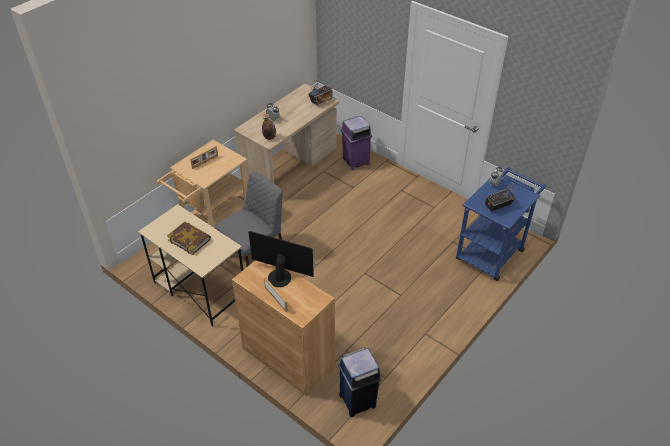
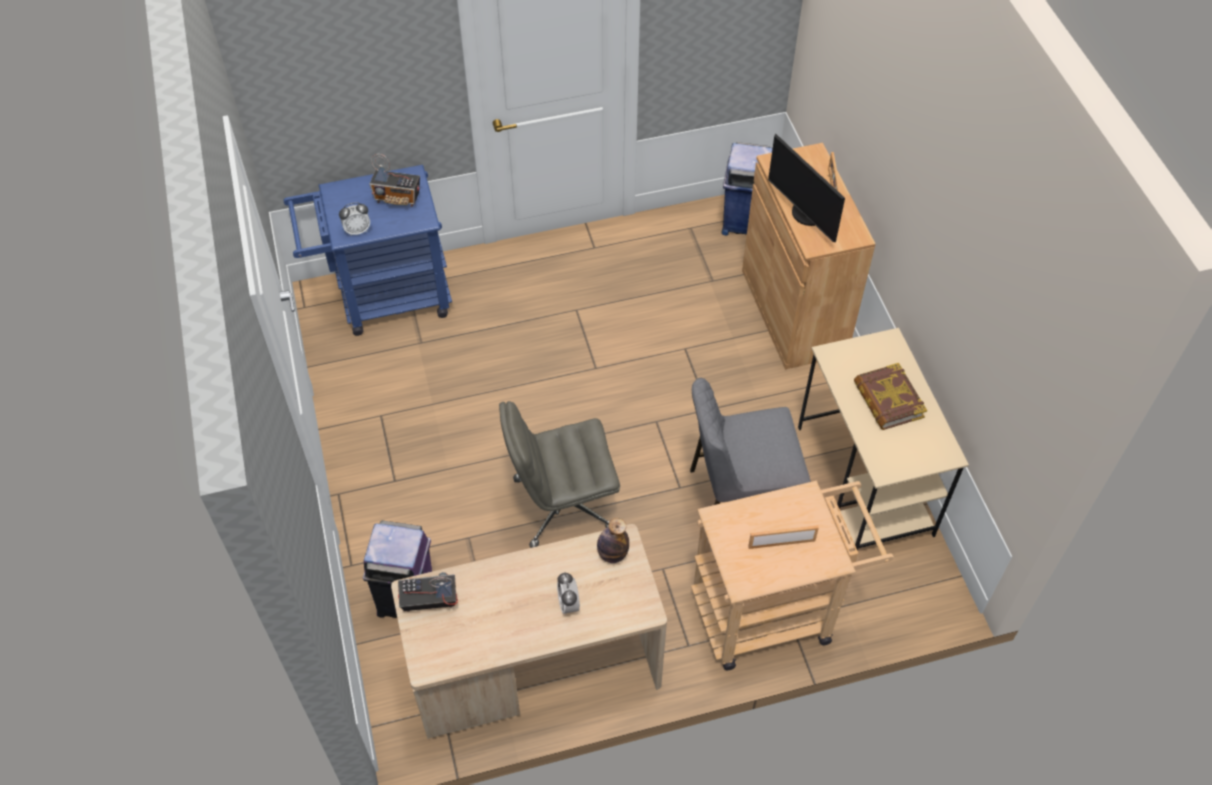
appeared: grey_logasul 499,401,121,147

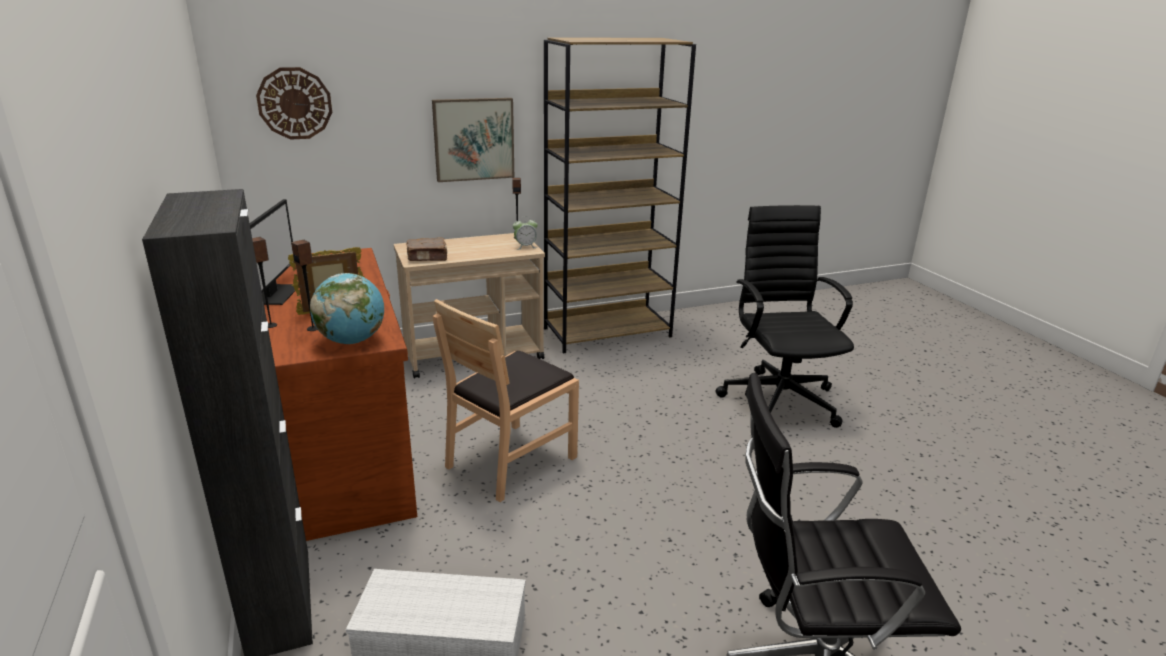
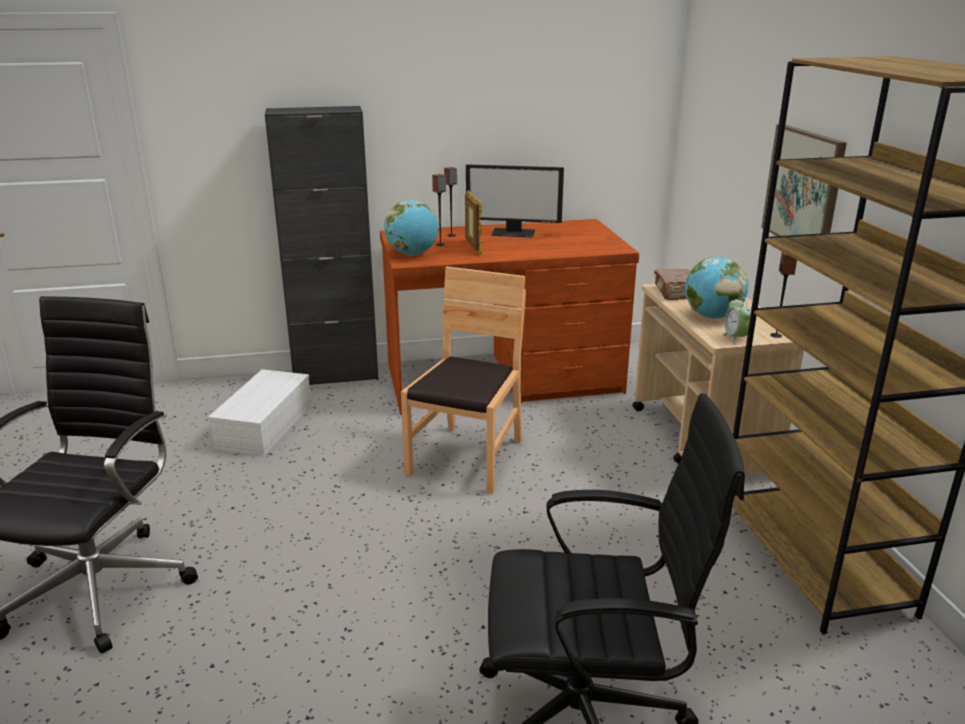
missing: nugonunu 256,67,76,73
appeared: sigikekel 685,257,63,62
spun: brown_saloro 433,299,146,203 = 401,266,125,228 60 degrees clockwise

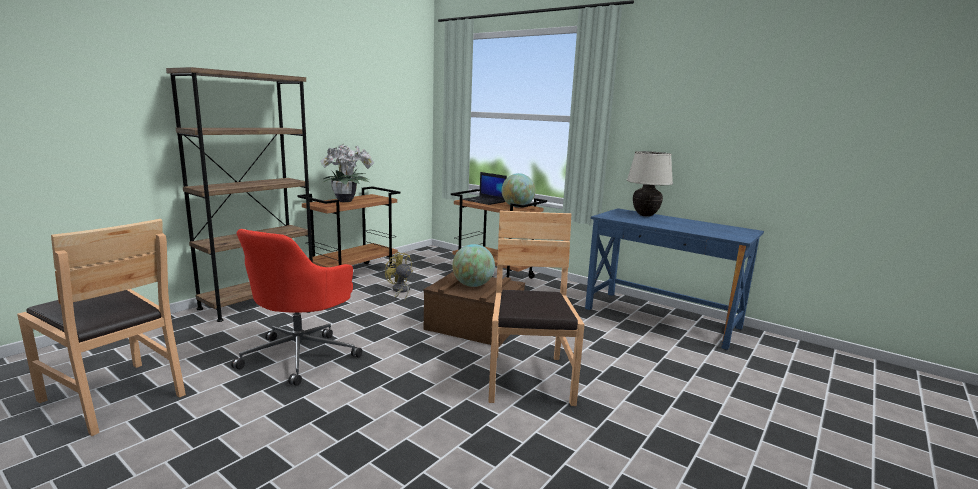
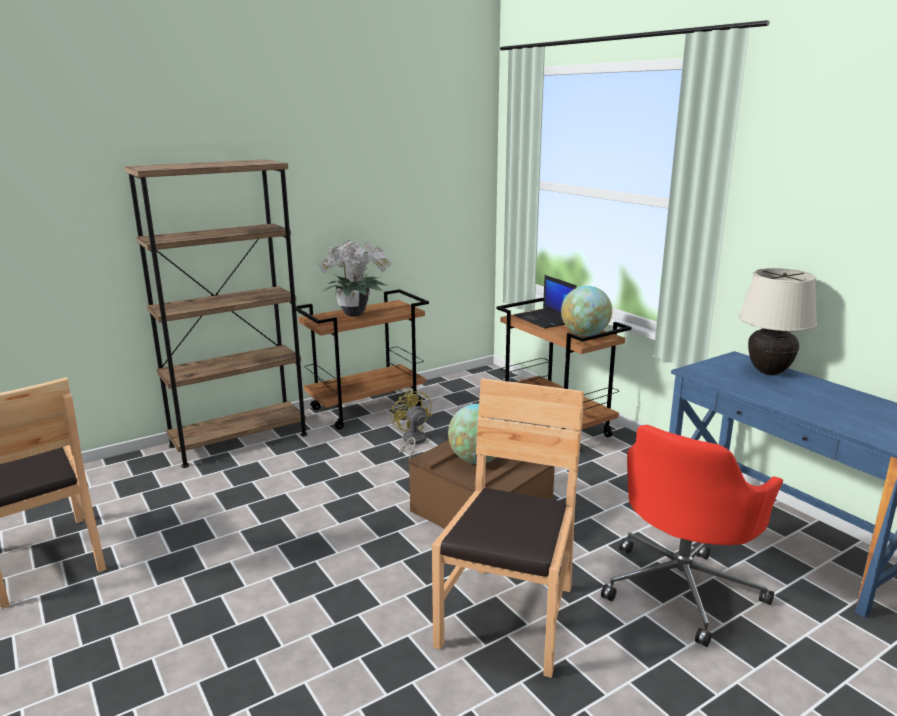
relocated: red_logasul 231,229,131,157 to 601,425,182,222

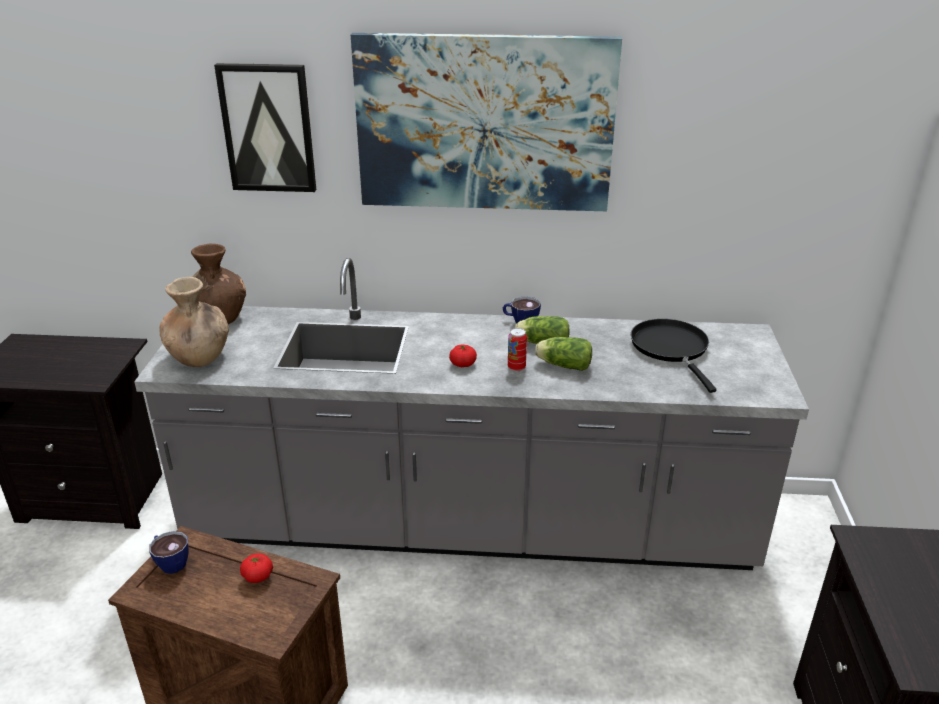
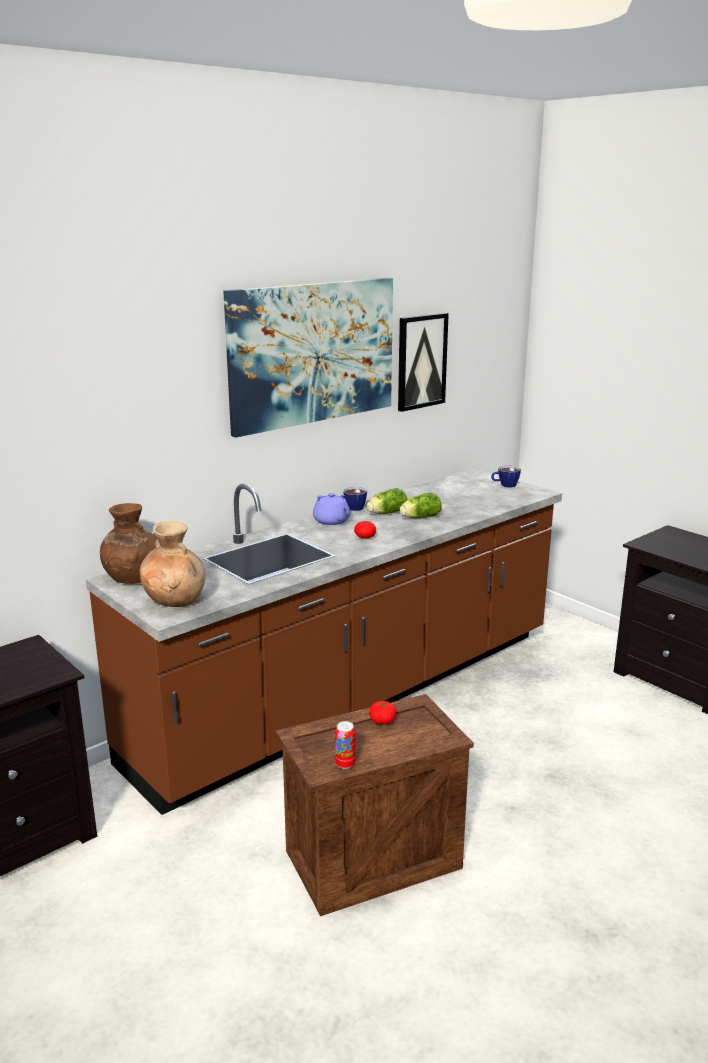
missing: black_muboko 631,319,86,74
appeared: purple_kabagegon 313,493,37,32
relocated: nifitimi 214,63,102,129 to 398,313,51,99; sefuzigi 508,328,19,43 to 335,721,20,48; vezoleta 149,531,39,43 to 491,466,30,22
colour: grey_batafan 134,258,675,312 to brown_batafan 86,468,476,347

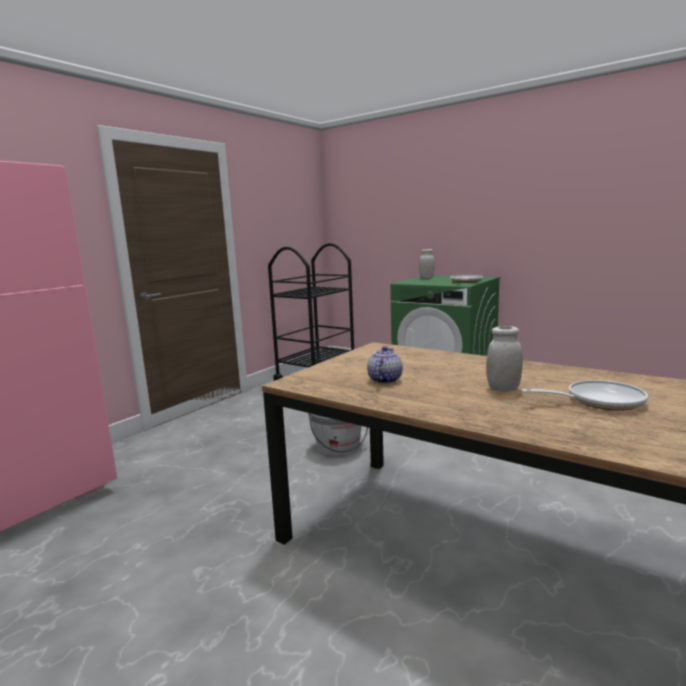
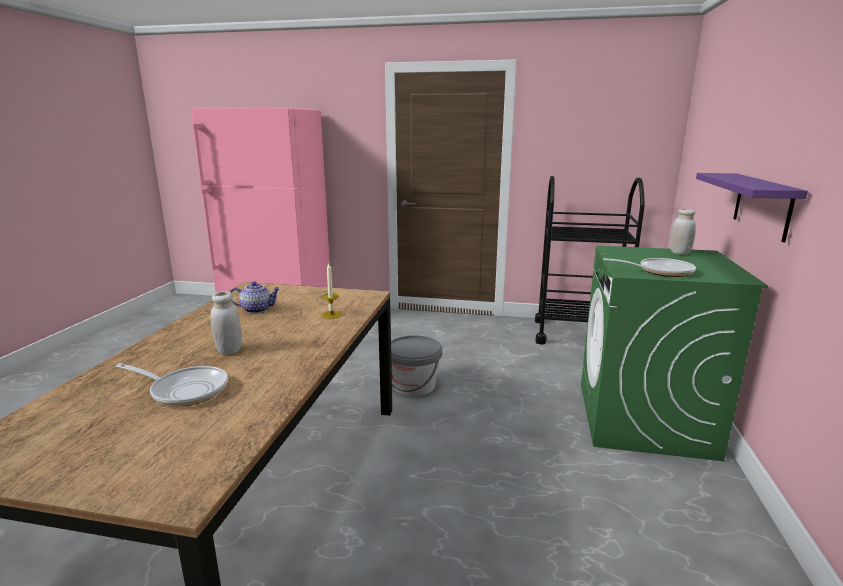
appeared: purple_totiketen 696,173,112,69; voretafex 321,262,21,57
spun: muboko 521,380,127,31 = 116,363,112,43 45 degrees counterclockwise

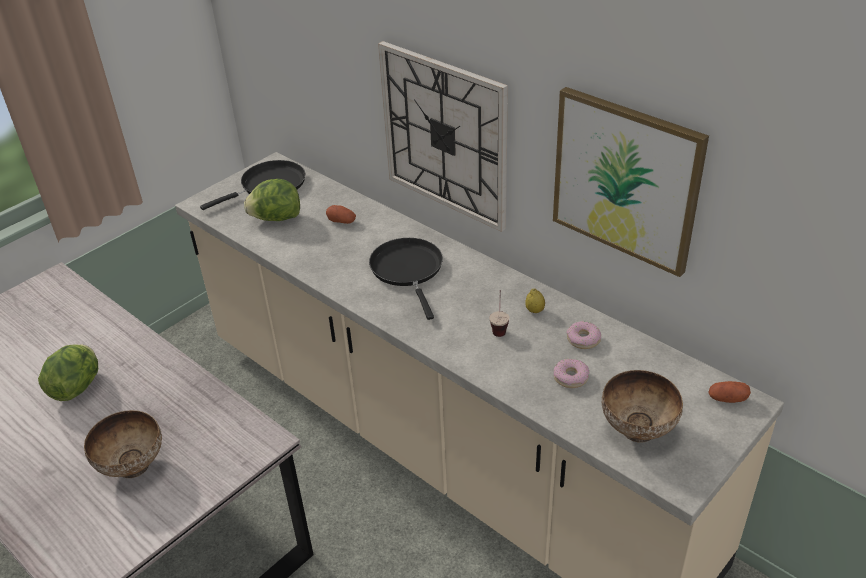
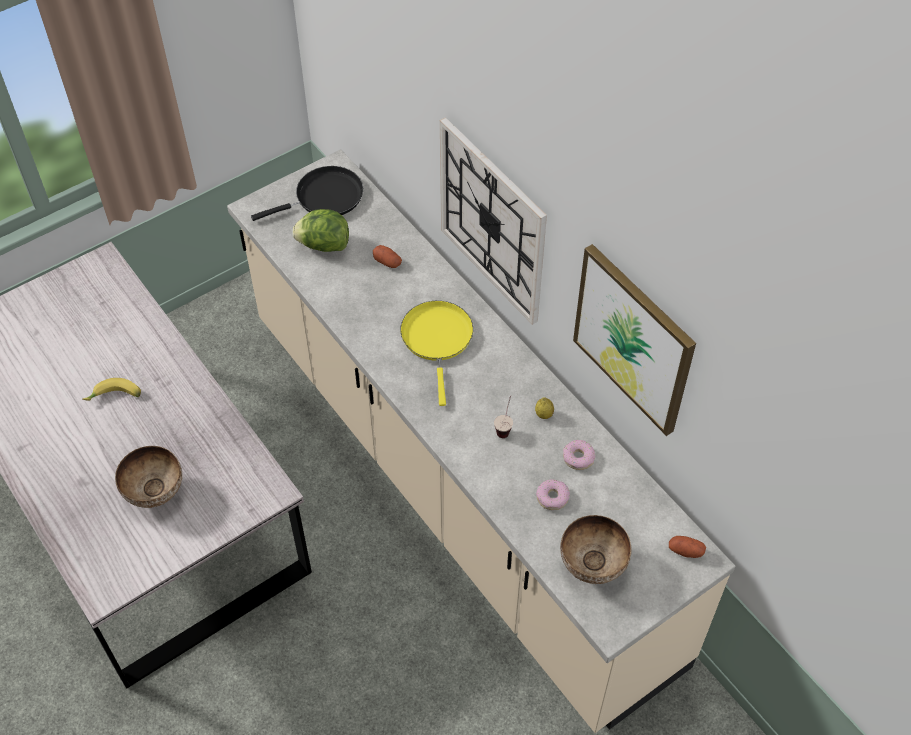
exchanged: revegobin 38,344,60,57 to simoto 83,378,58,23
colour: black_muboko 369,238,74,82 to yellow_muboko 400,301,73,105

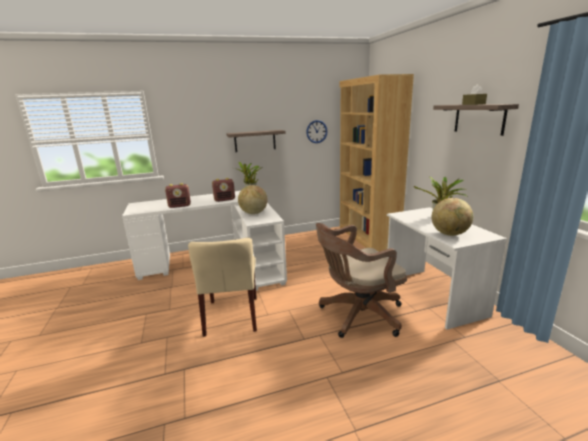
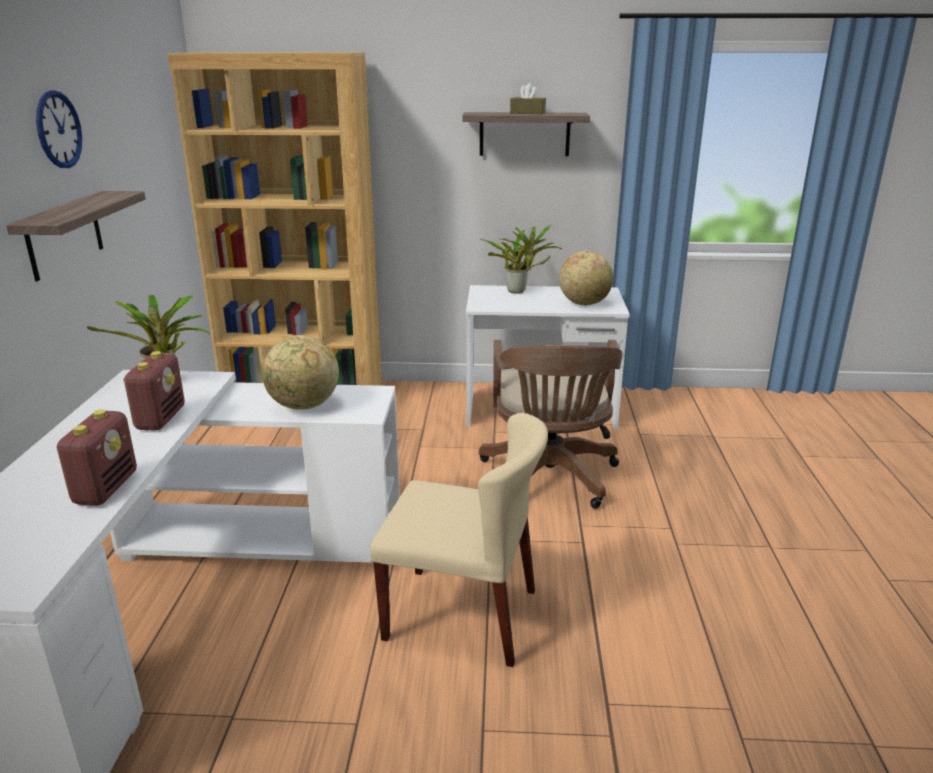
relocated: nugonunu 306,120,22,23 to 36,90,46,78

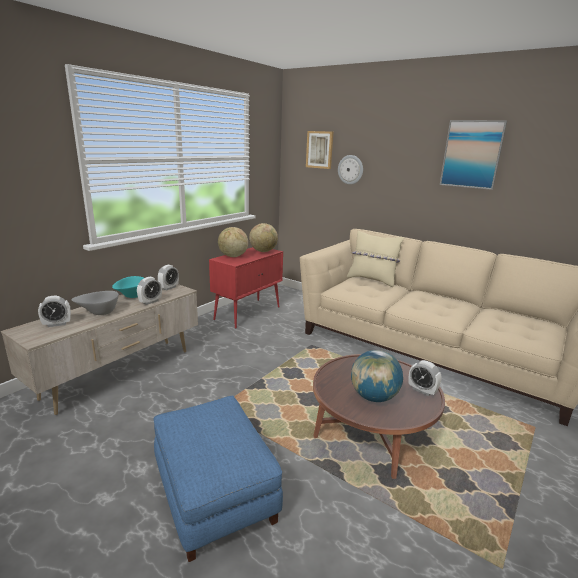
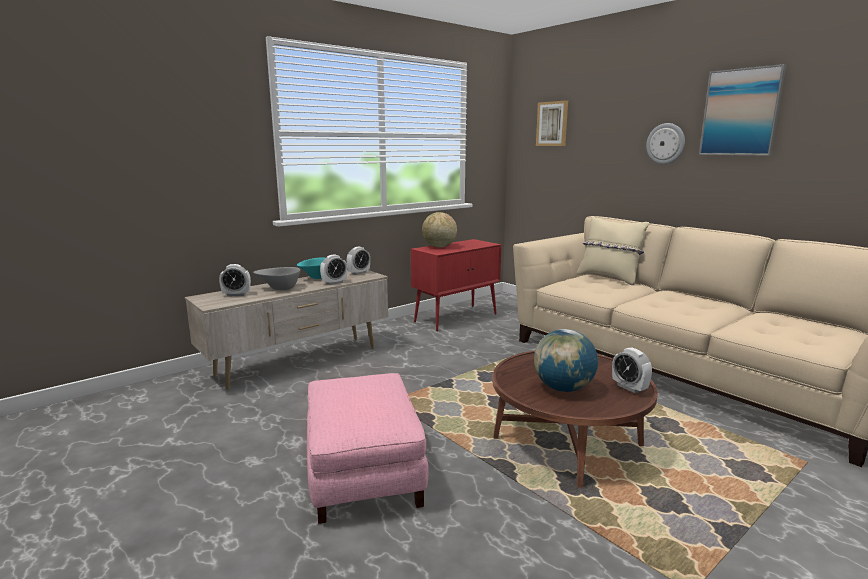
missing: sigikekel 249,223,29,29
relocated: nugonunu 338,155,25,30 to 646,123,39,41
colour: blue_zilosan 154,396,129,166 to pink_zilosan 307,373,122,151

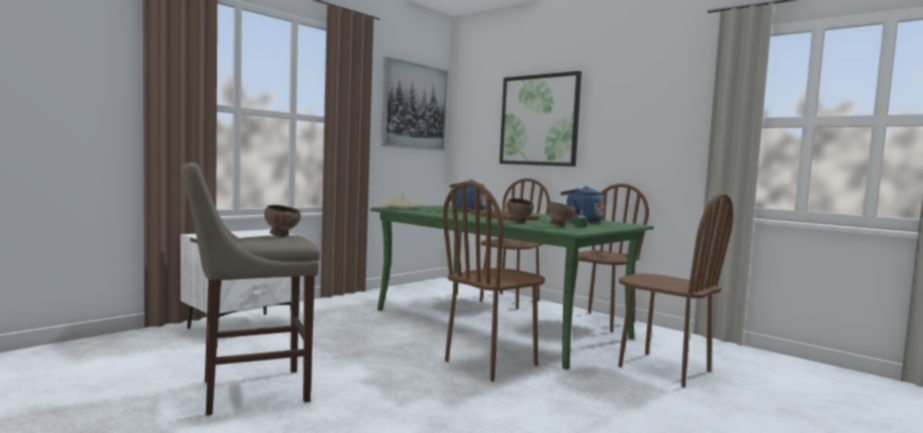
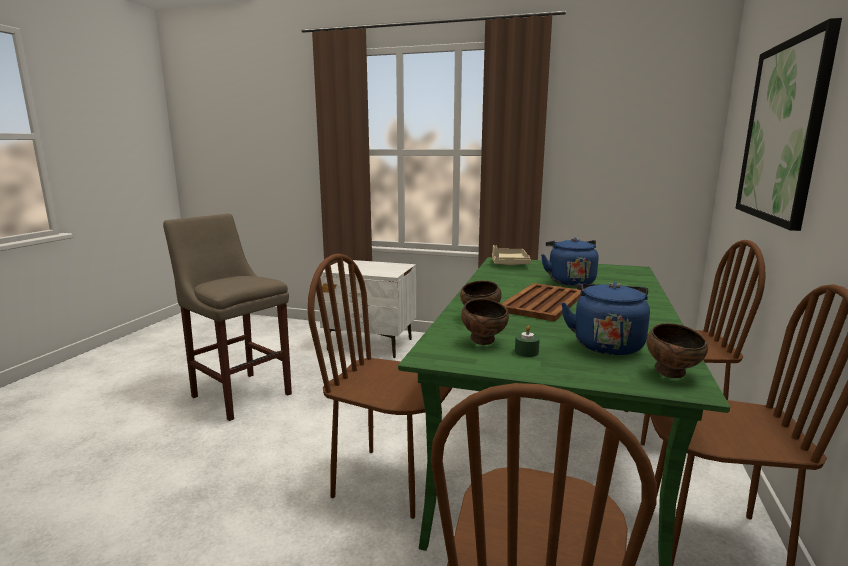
missing: nifitimi 382,57,66,93
relocated: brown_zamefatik 264,205,37,32 to 647,323,61,55

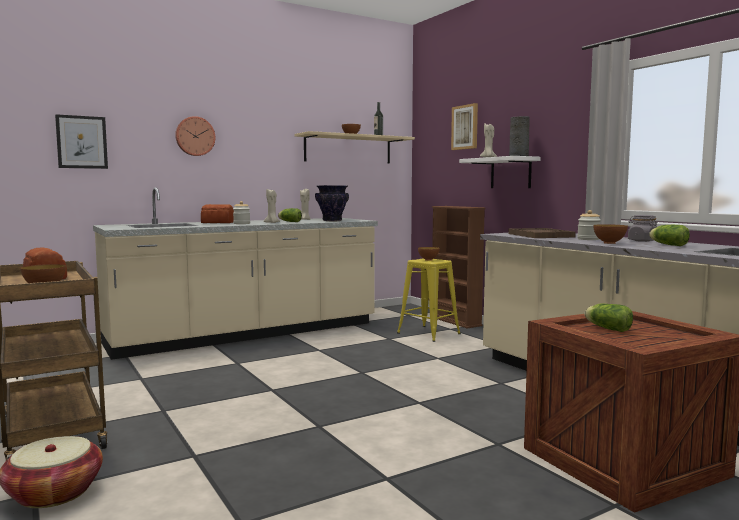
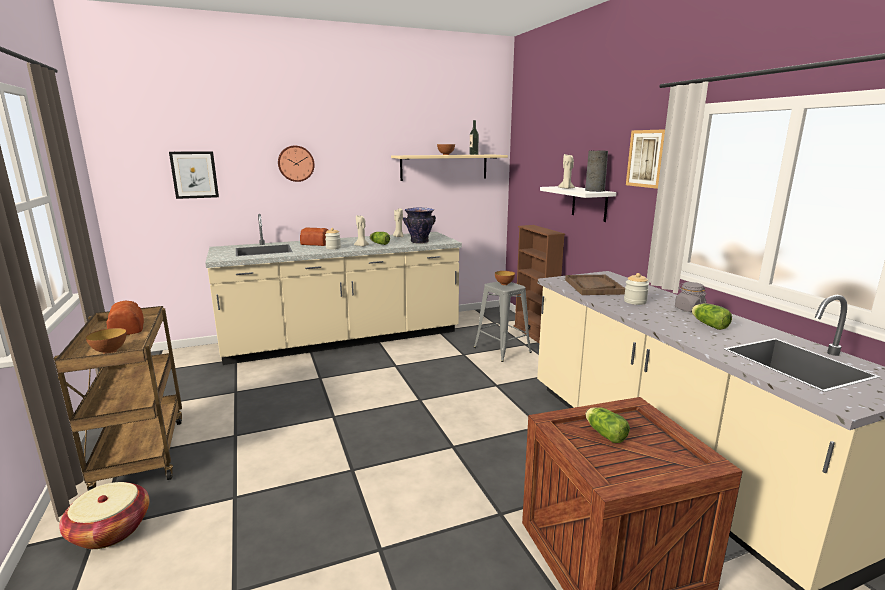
missing: zamefatik 594,224,34,20
relocated: nifitimi 451,103,27,47 to 626,129,39,60
colour: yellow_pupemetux 397,258,64,84 to grey_pupemetux 474,281,58,81

